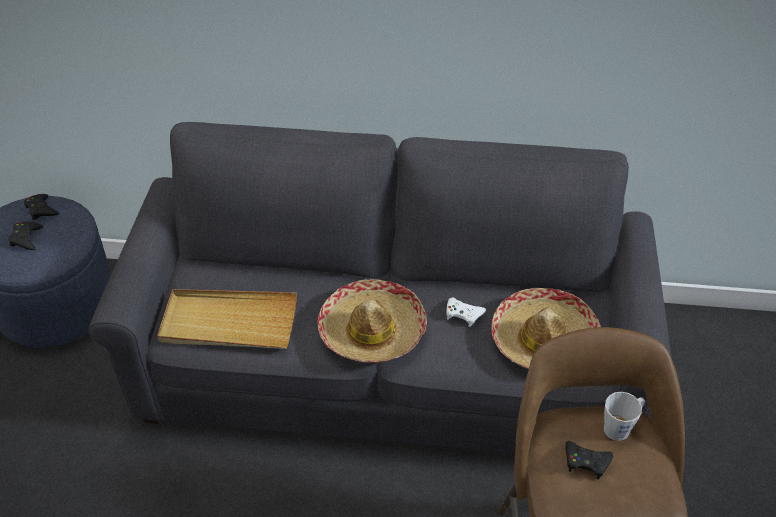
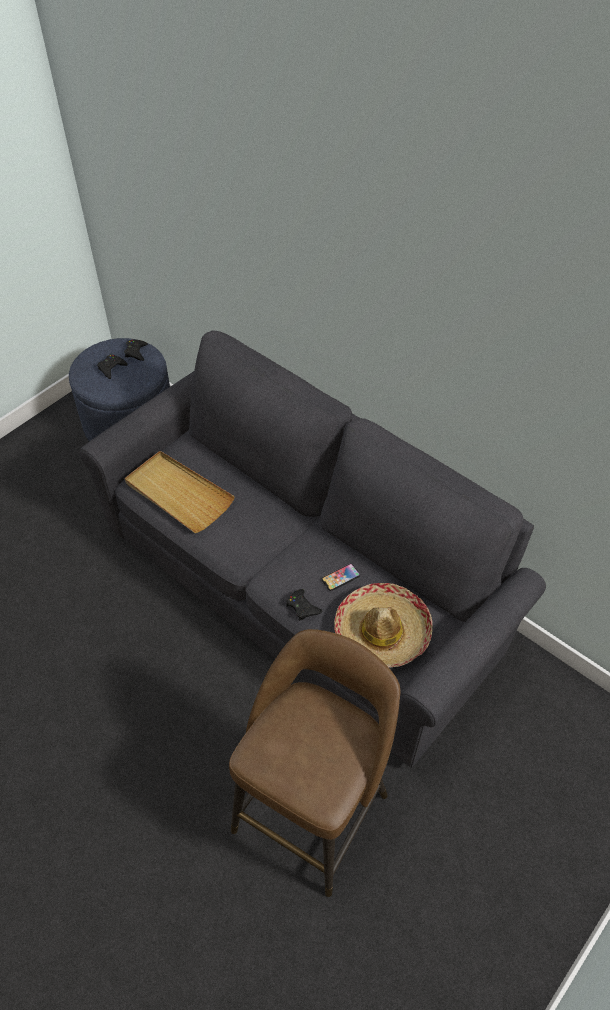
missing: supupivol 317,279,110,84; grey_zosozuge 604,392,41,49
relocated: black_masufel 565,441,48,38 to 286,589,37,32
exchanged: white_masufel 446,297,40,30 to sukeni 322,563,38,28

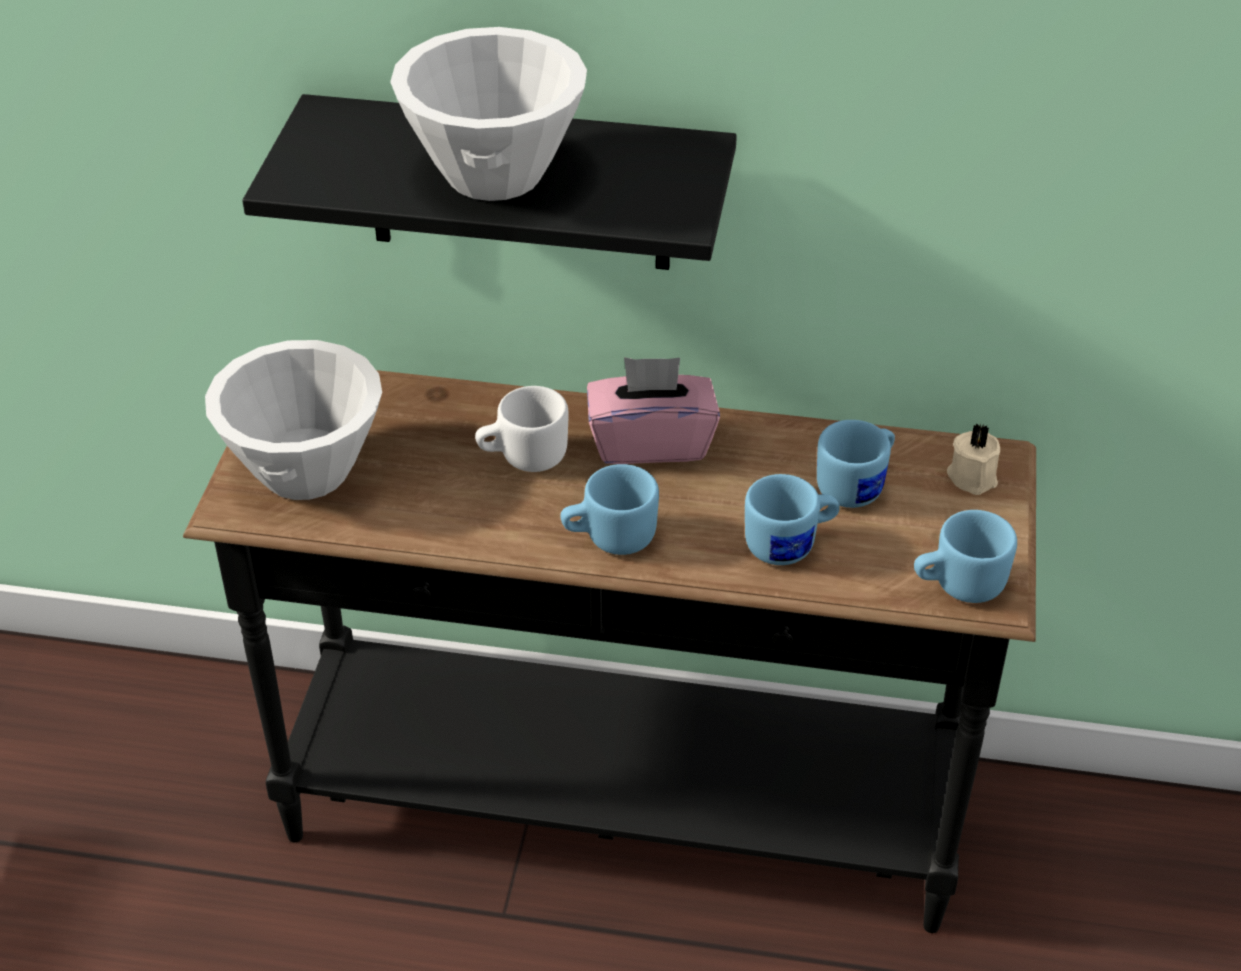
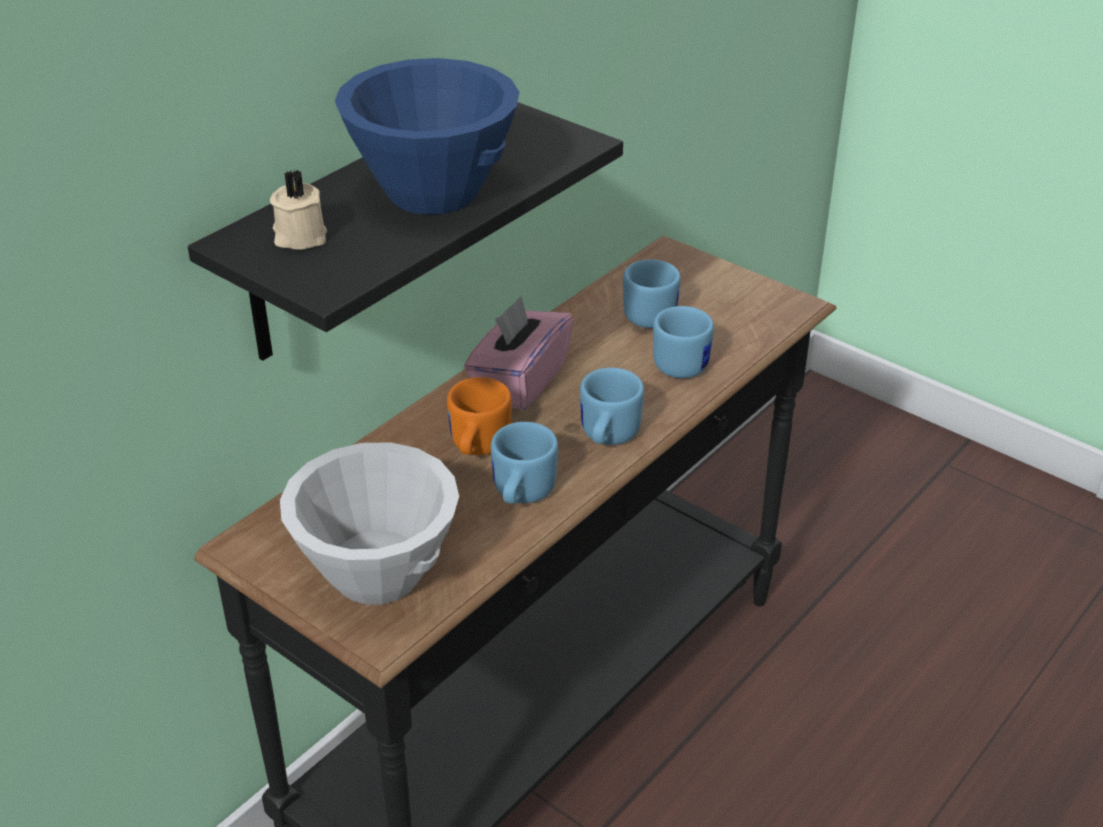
relocated: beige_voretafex 947,423,53,72 to 270,170,57,80; blue_zosozuge 914,510,103,93 to 491,422,67,82
colour: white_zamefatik 390,27,197,174 to blue_zamefatik 335,58,184,157; white_zosozuge 475,386,94,86 to orange_zosozuge 447,377,65,78

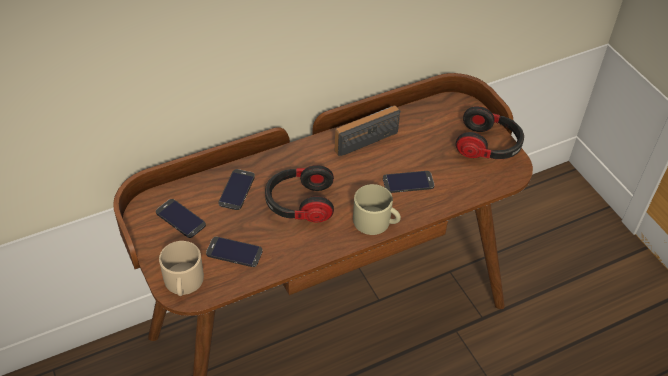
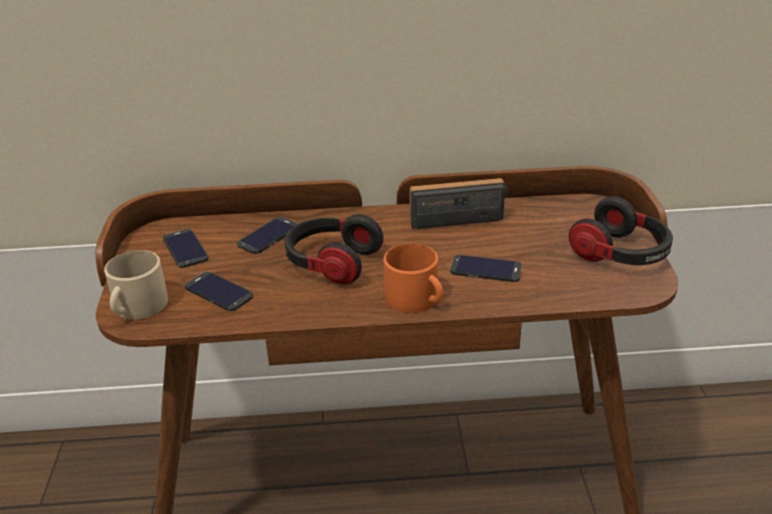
colour: beige_zosozuge 353,184,48,51 to orange_zosozuge 384,244,59,69

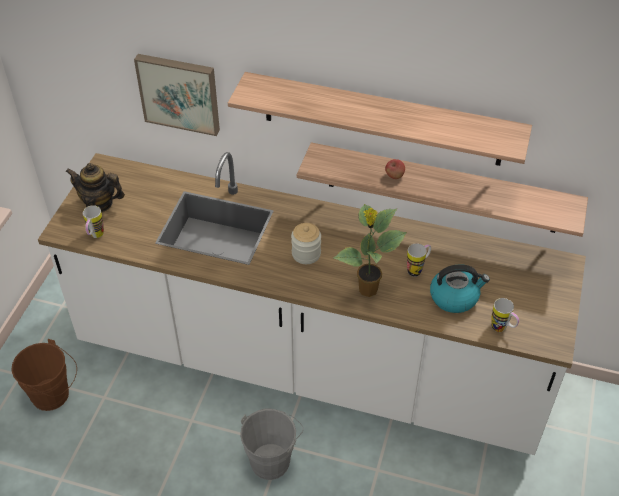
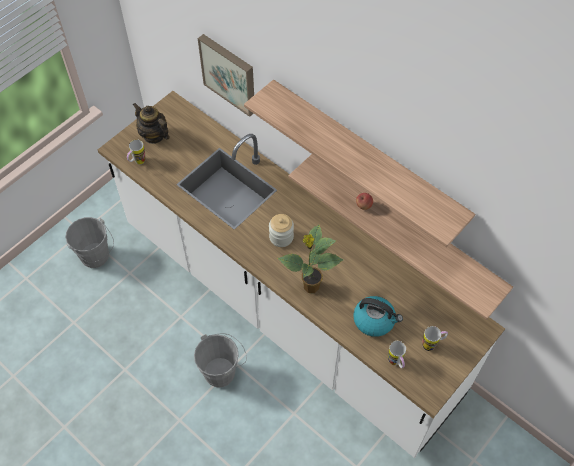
relocated: zosozuge 407,243,24,34 to 422,326,26,25
colour: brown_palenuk 11,339,66,72 to grey_palenuk 65,217,49,51

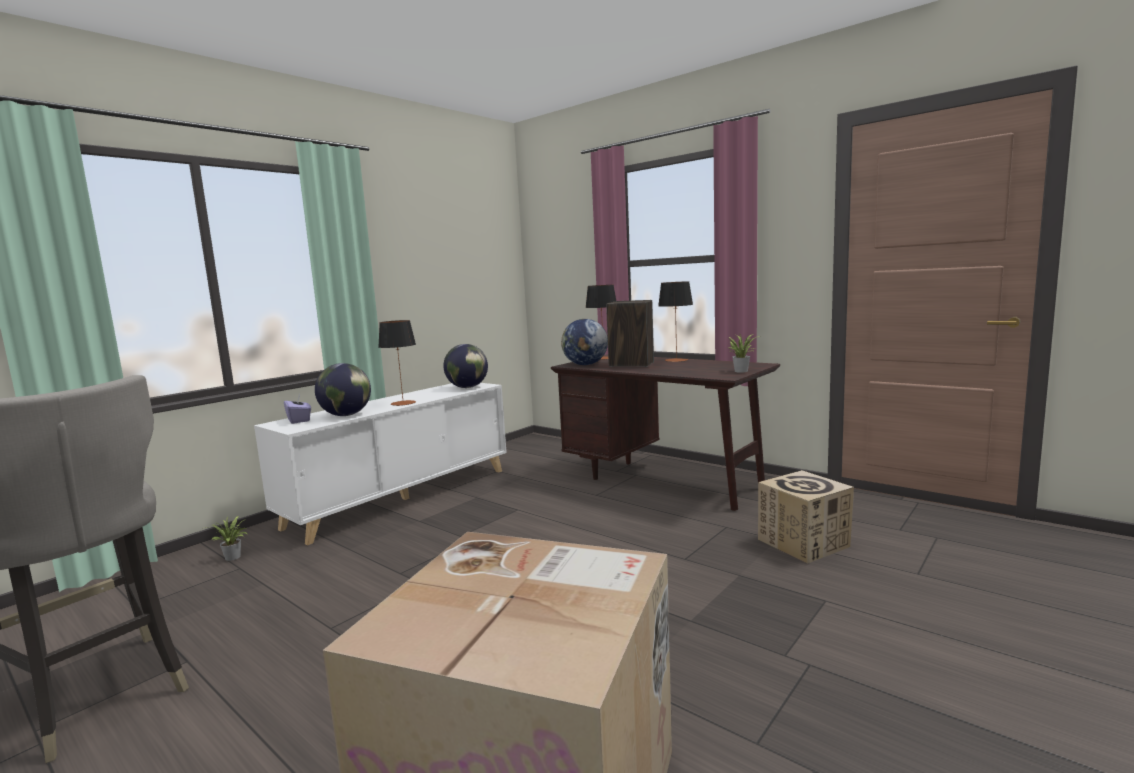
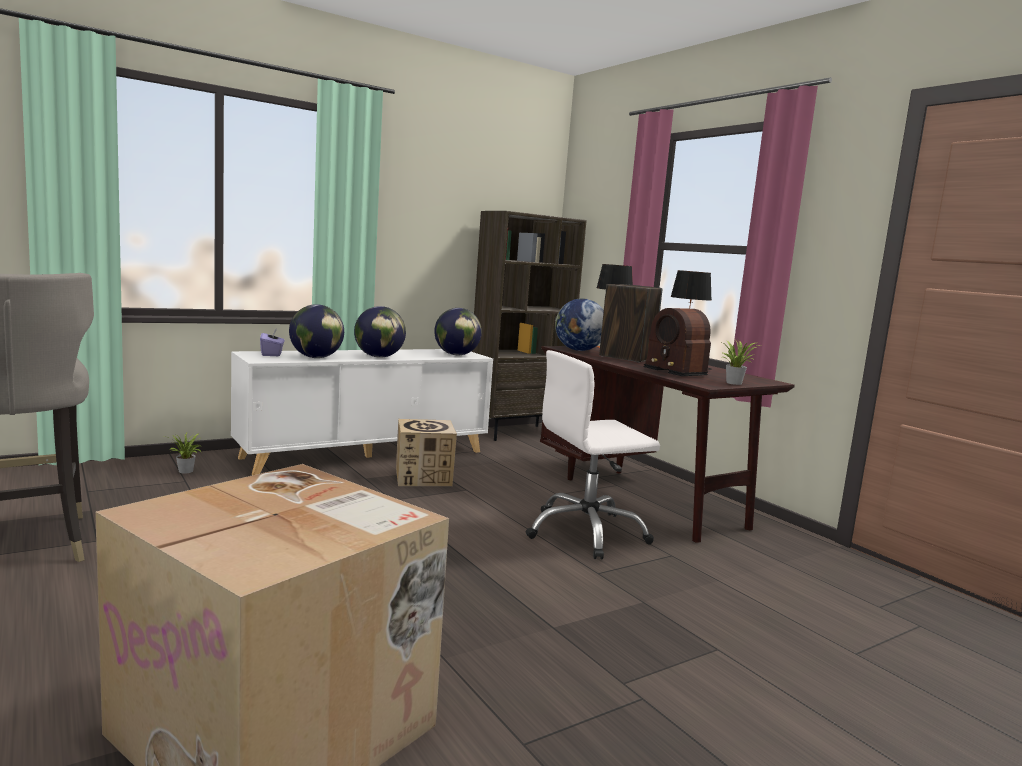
appeared: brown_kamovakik 471,211,116,230; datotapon 644,308,67,68; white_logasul 526,350,134,209
relocated: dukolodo 758,470,96,94 to 396,419,61,67
exchanged: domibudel 379,320,37,86 to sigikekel 354,306,52,52

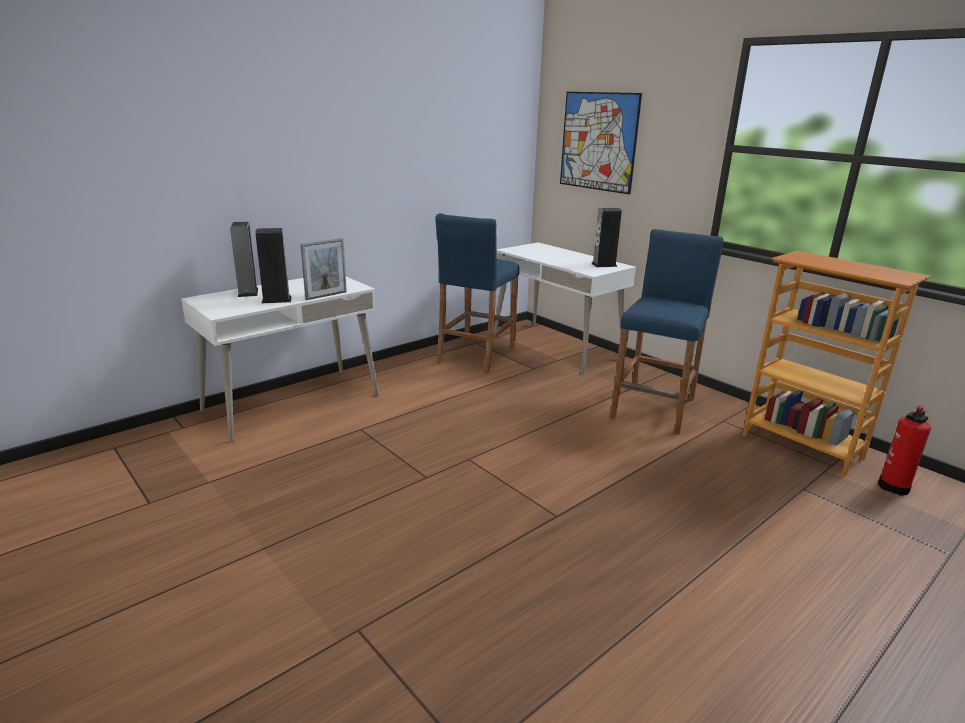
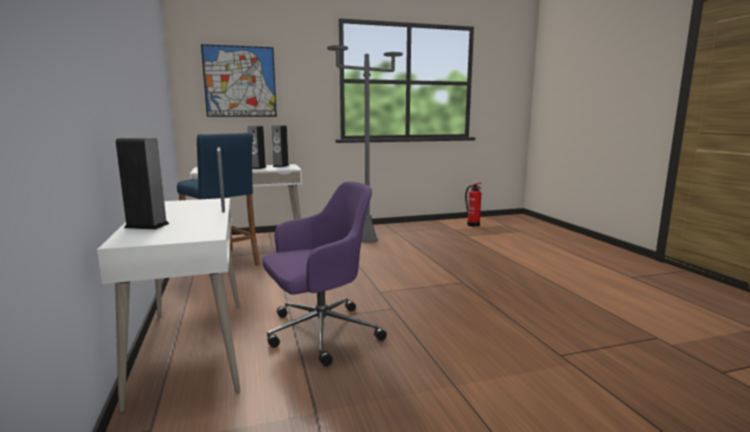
missing: kamovakik 742,251,189,227
appeared: purple_logasul 262,182,125,184
relocated: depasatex 255,228,37,75 to 248,125,18,44
exchanged: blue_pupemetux 610,229,113,206 to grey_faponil 327,45,76,198

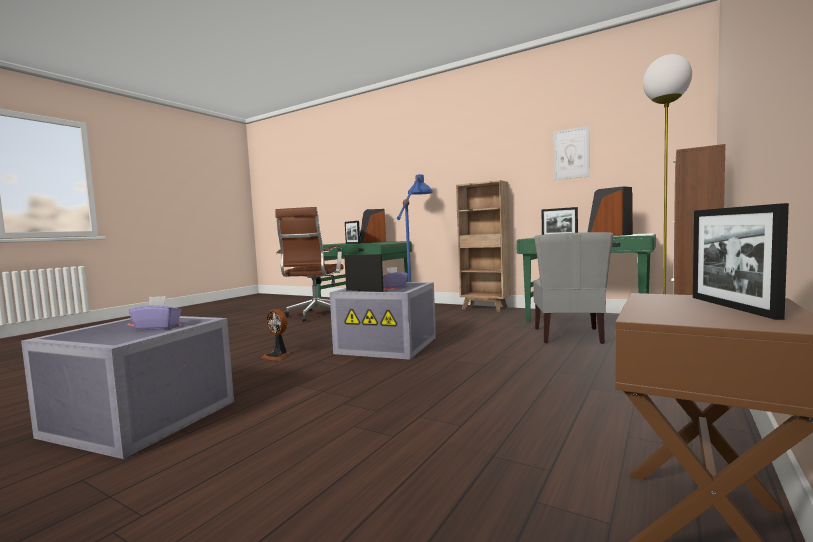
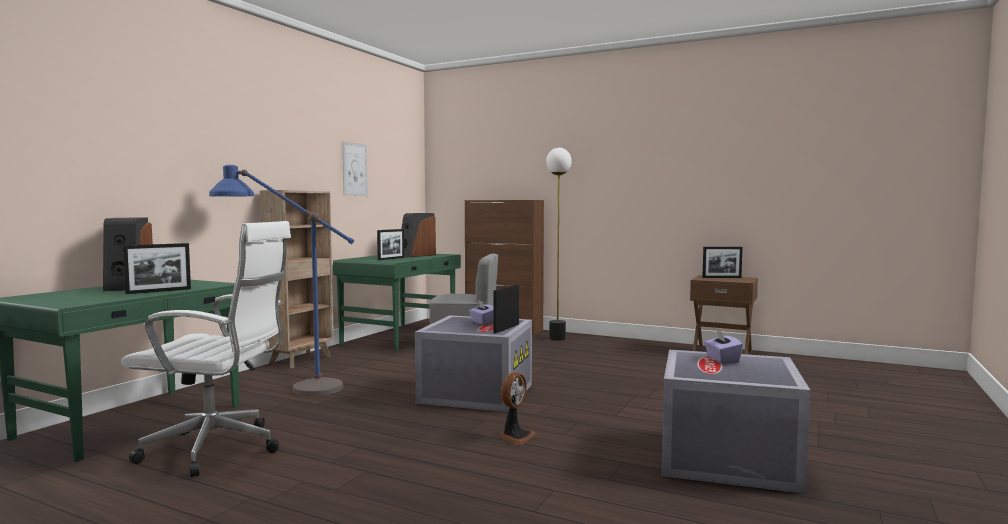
colour: brown_logasul 276,207,67,115 to white_logasul 121,221,170,256

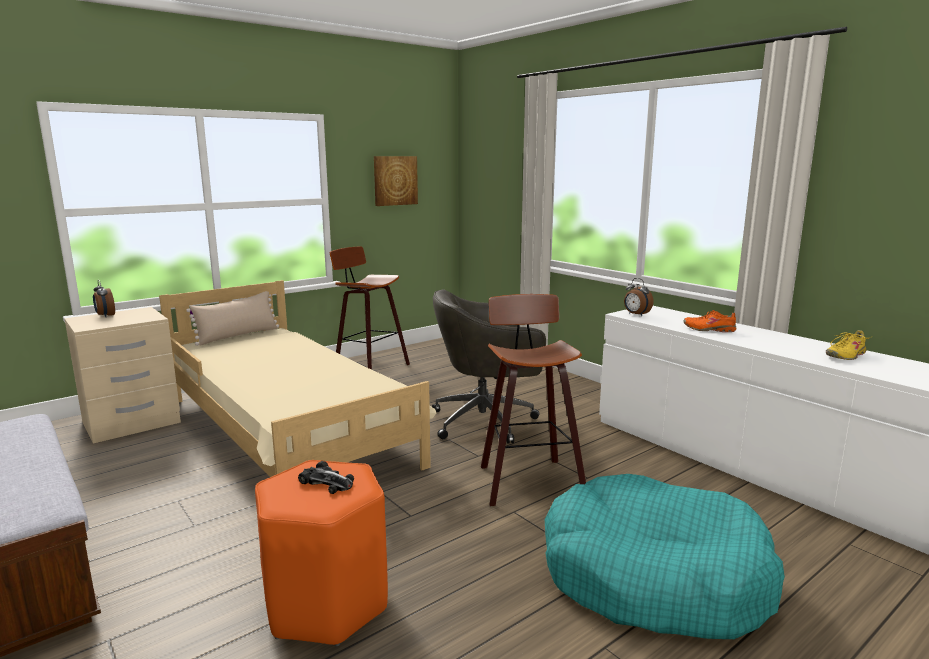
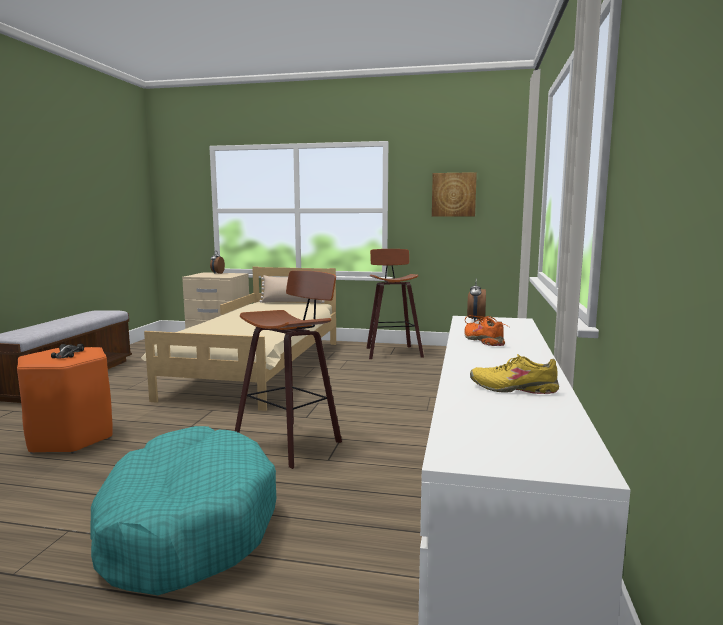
missing: grey_logasul 432,290,114,154

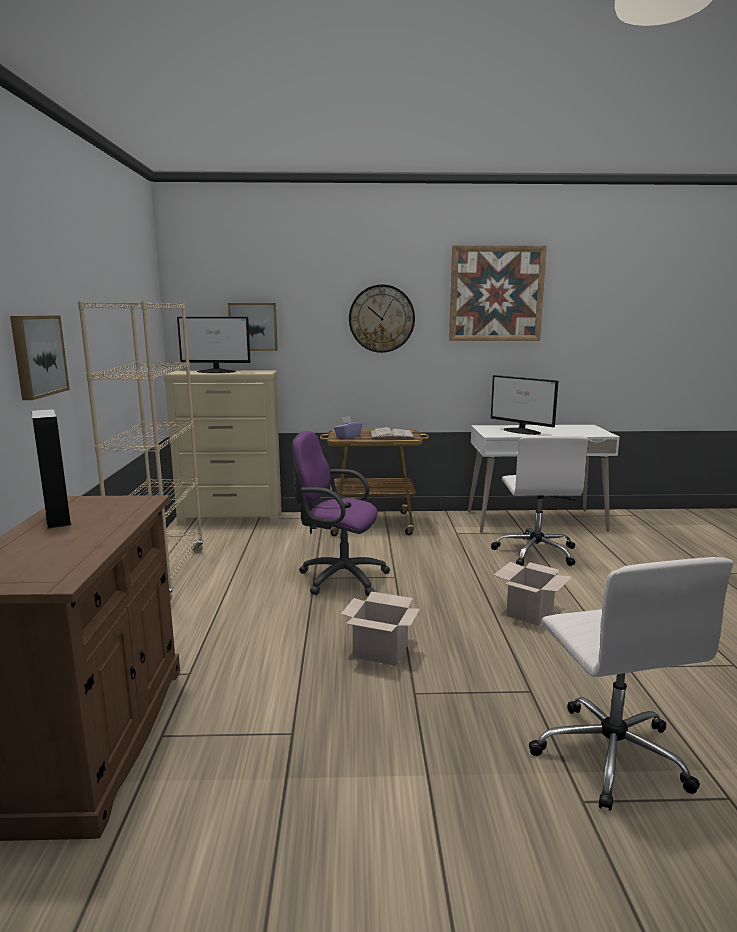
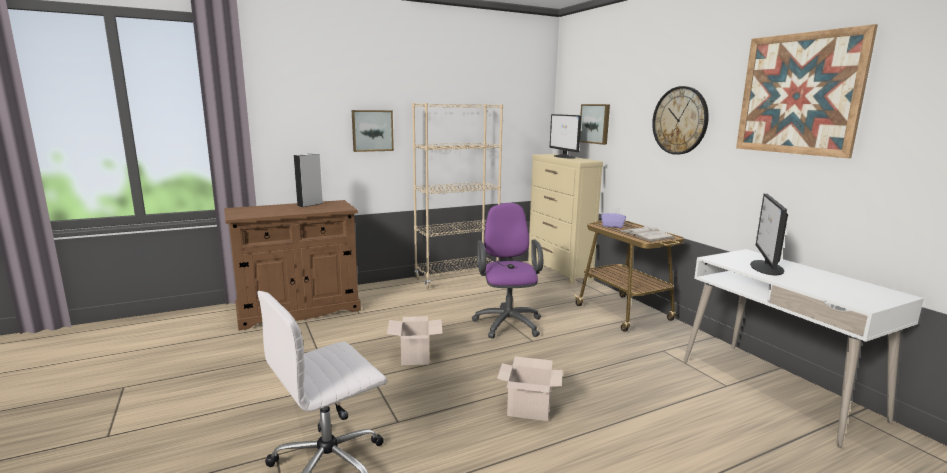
missing: white_logasul 491,436,97,130

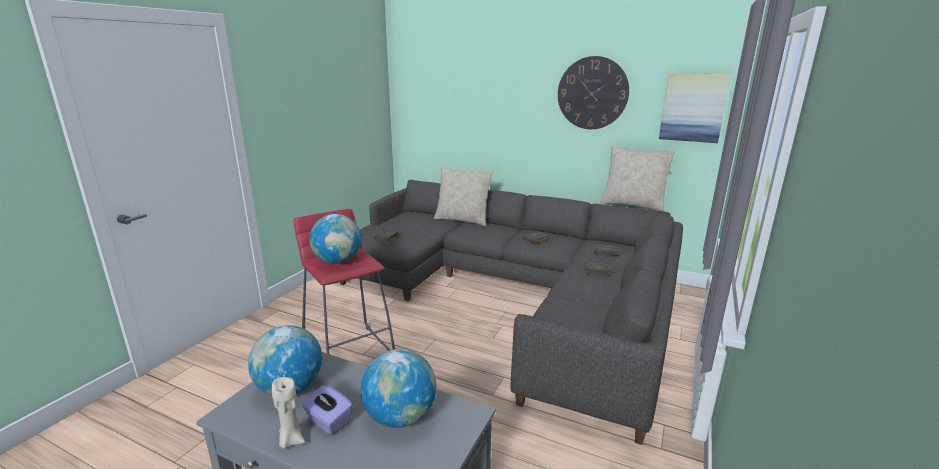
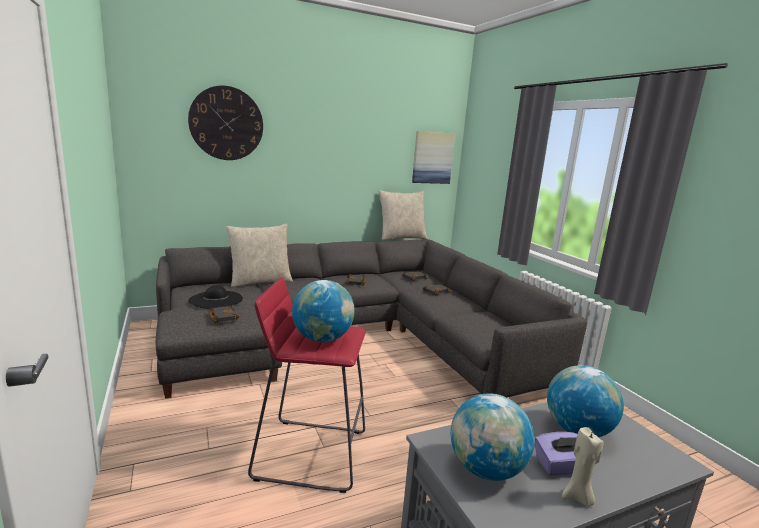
appeared: black_supupivol 188,285,55,24
relocated: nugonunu 558,56,71,73 to 188,86,75,74

